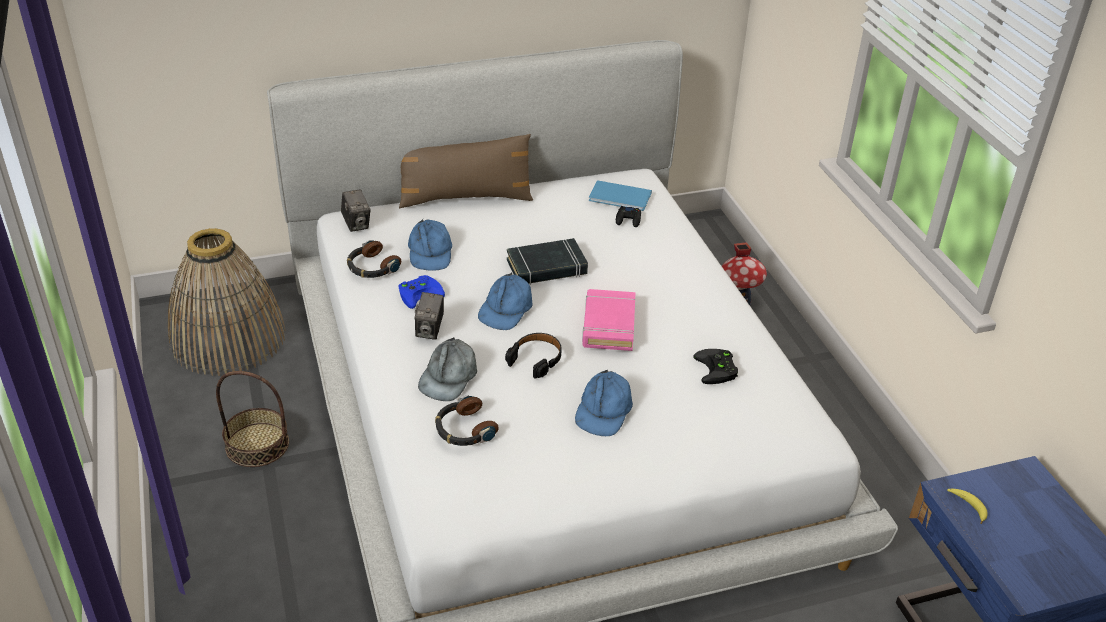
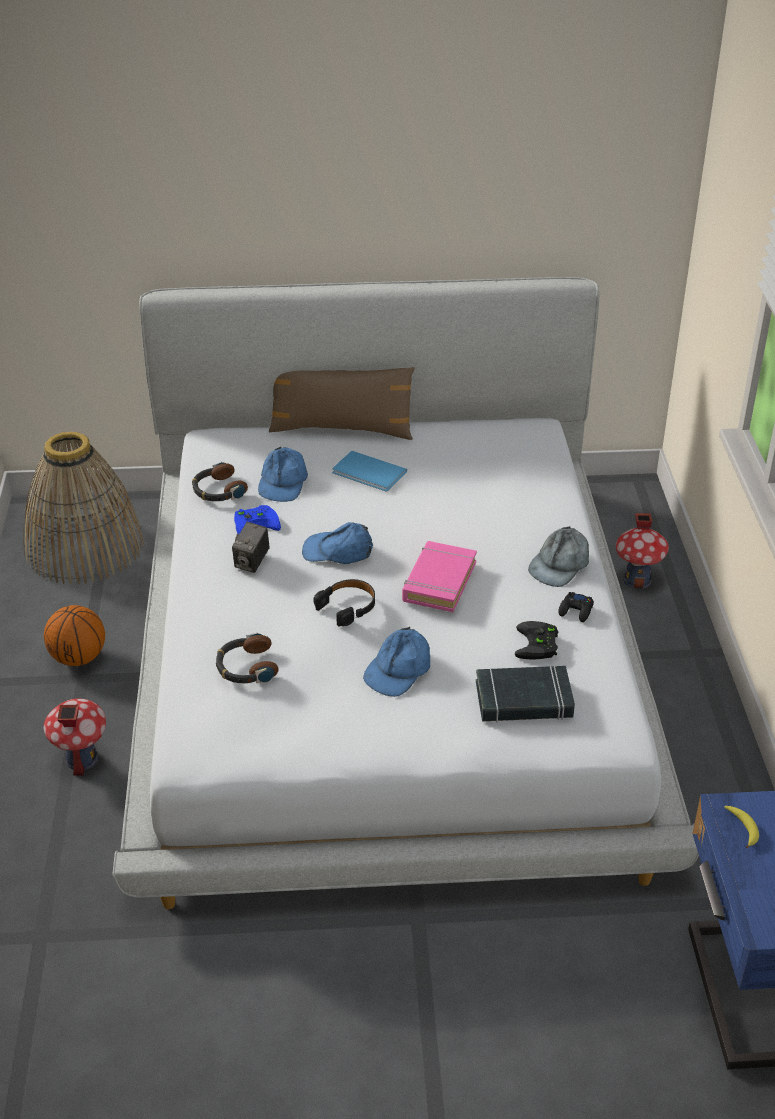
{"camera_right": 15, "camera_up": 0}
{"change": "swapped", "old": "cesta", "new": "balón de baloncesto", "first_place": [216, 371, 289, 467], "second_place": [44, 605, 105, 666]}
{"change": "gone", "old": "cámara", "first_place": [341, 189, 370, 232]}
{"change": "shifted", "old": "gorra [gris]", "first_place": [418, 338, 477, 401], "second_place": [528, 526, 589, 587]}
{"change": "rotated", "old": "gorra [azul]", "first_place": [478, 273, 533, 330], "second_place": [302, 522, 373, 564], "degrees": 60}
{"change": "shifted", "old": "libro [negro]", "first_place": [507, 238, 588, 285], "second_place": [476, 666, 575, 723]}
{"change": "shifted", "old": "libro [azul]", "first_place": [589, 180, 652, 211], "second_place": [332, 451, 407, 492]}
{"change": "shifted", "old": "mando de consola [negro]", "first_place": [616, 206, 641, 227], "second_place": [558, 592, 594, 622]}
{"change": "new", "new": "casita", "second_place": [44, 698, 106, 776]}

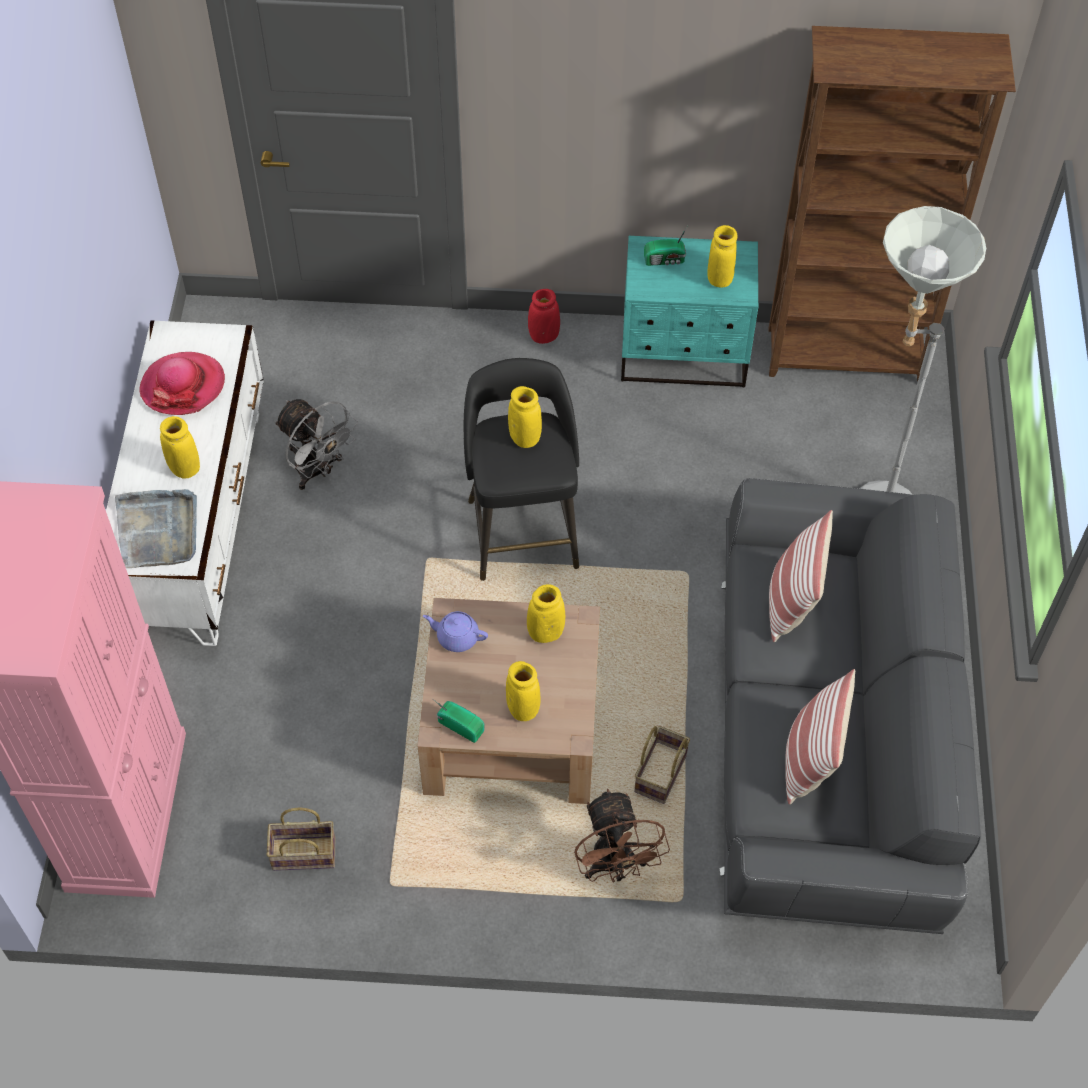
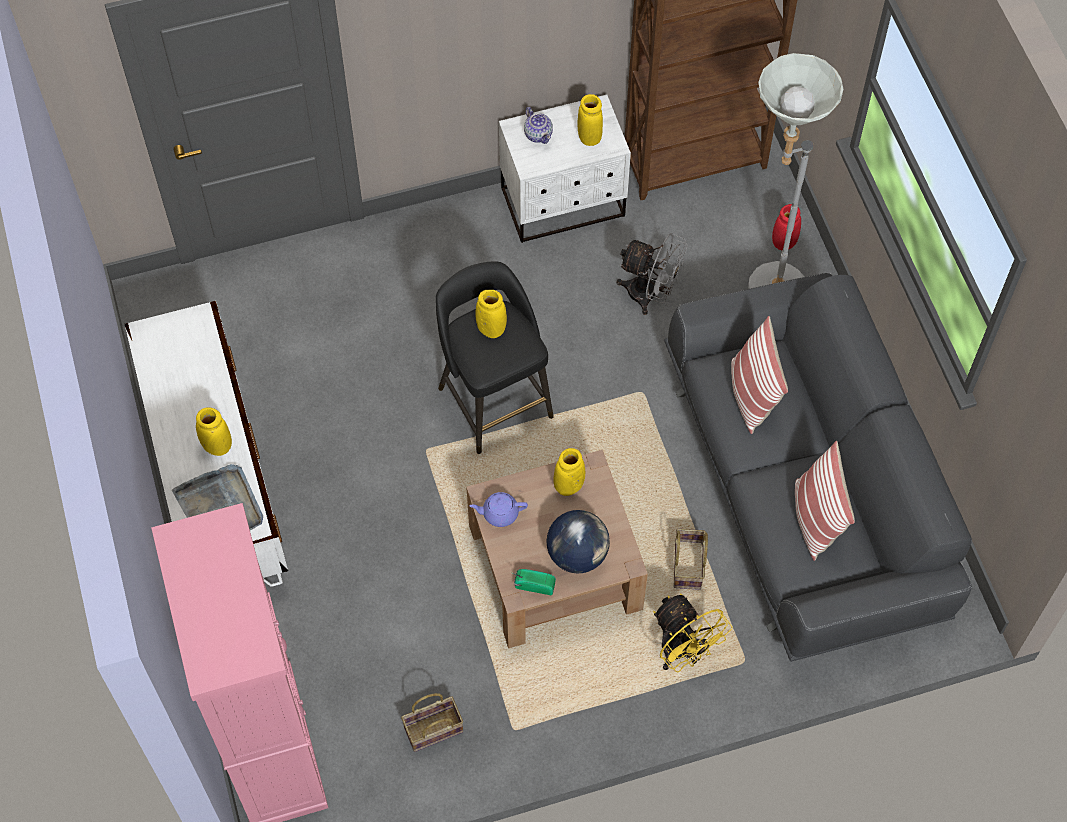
{"camera_right": -20, "camera_up": 5}
{"change": "gone", "old": "sombrero", "first_place": [140, 352, 225, 415]}
{"change": "shifted", "old": "ventilador [gris]", "first_place": [274, 399, 358, 490], "second_place": [617, 233, 688, 315]}
{"change": "swapped", "old": "florero [amarillo]", "new": "globo terráqueo", "first_place": [506, 661, 541, 721], "second_place": [546, 510, 610, 574]}
{"change": "shifted", "old": "florero [rojo]", "first_place": [528, 289, 560, 344], "second_place": [772, 204, 801, 250]}
{"change": "repainted", "old": "ventilador [marrón]", "new": "ventilador [amarillo]", "first_place": [574, 789, 670, 883], "second_place": [653, 594, 732, 672]}
{"change": "repainted", "old": "mesita de noche [turquesa]", "new": "mesita de noche [blanco]", "first_place": [621, 236, 758, 388], "second_place": [499, 95, 631, 243]}
{"change": "swapped", "old": "radio", "new": "tetera", "first_place": [644, 226, 688, 266], "second_place": [524, 107, 553, 144]}

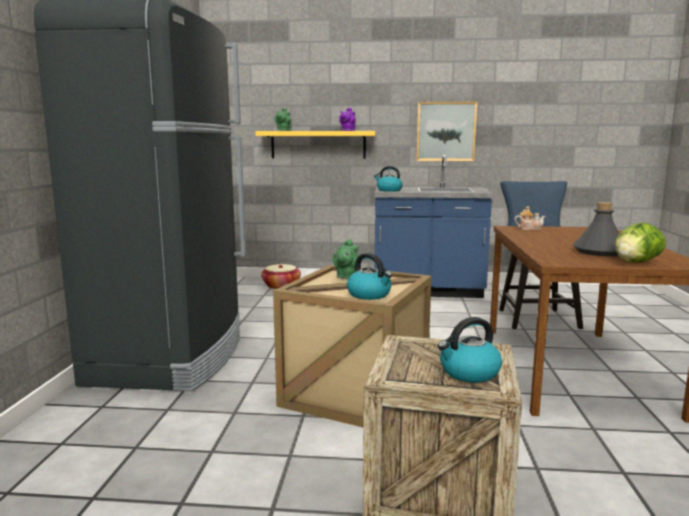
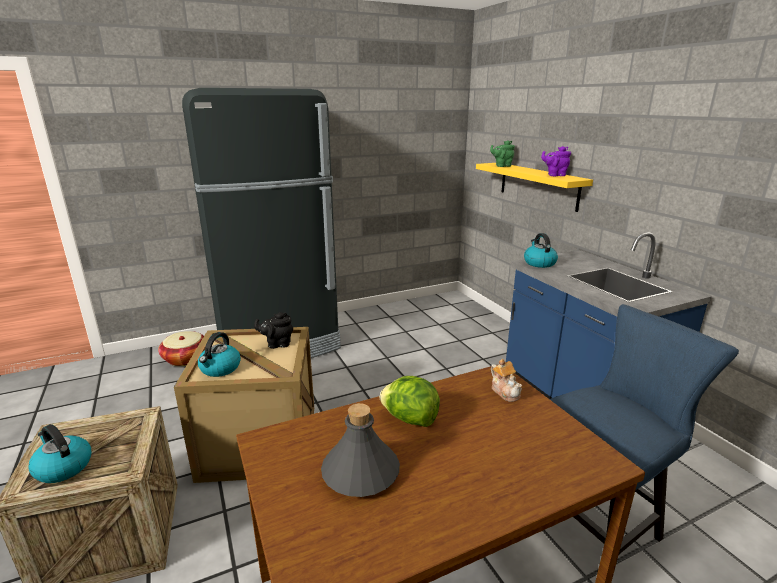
{"camera_right": 60, "camera_up": 10}
{"change": "shifted", "old": "cesta", "first_place": [261, 264, 301, 289], "second_place": [158, 331, 204, 366]}
{"change": "repainted", "old": "tetera [verde]", "new": "tetera [negro]", "first_place": [333, 239, 358, 280], "second_place": [254, 312, 293, 349]}
{"change": "gone", "old": "cuadro", "first_place": [416, 102, 477, 161]}
{"change": "shifted", "old": "lechuga", "first_place": [615, 223, 666, 263], "second_place": [380, 376, 440, 427]}

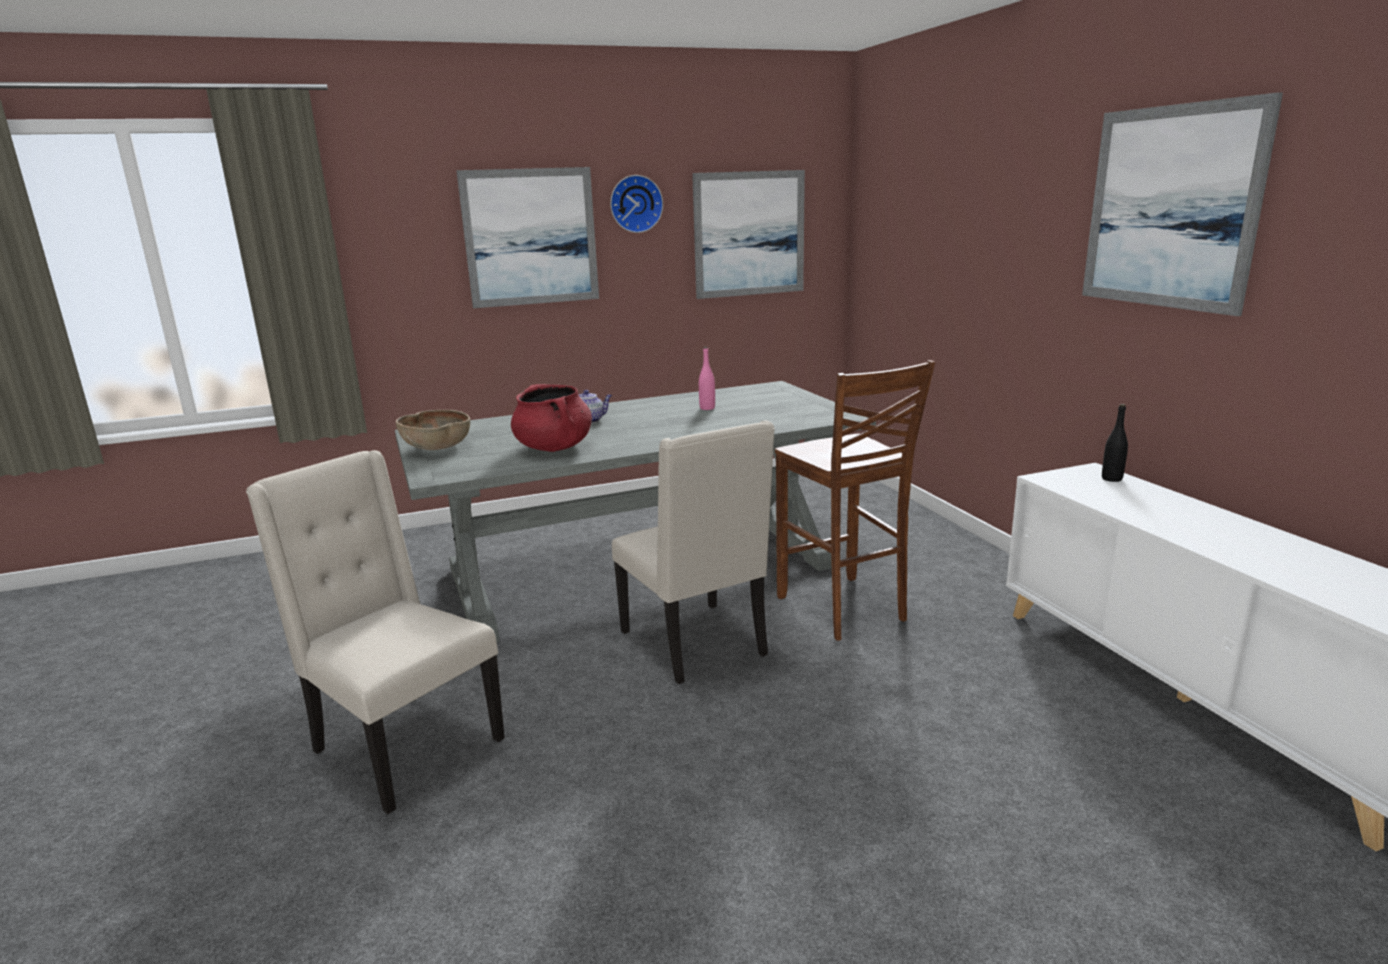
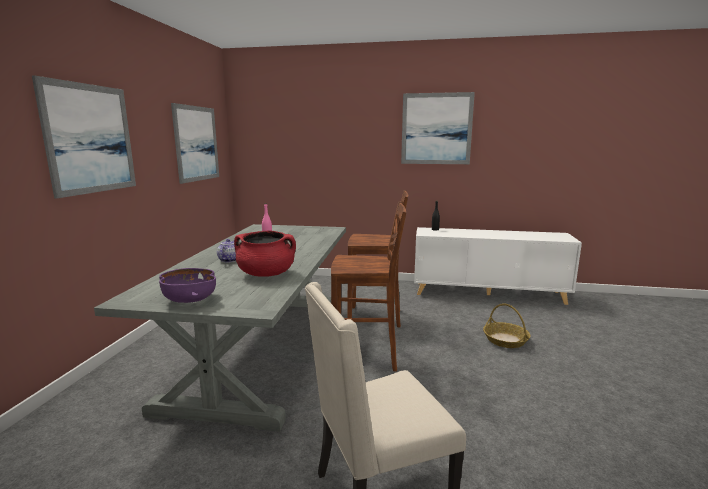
{"camera_right": -60, "camera_up": -5}
{"change": "repainted", "old": "cuenco [marrón]", "new": "cuenco [morado]", "first_place": [396, 410, 470, 450], "second_place": [159, 268, 216, 303]}
{"change": "gone", "old": "reloj de pared", "first_place": [610, 175, 663, 233]}
{"change": "swapped", "old": "silla [beis]", "new": "taburete [marrón]", "first_place": [612, 420, 775, 684], "second_place": [331, 201, 407, 372]}
{"change": "new", "new": "cesta", "second_place": [483, 304, 531, 348]}

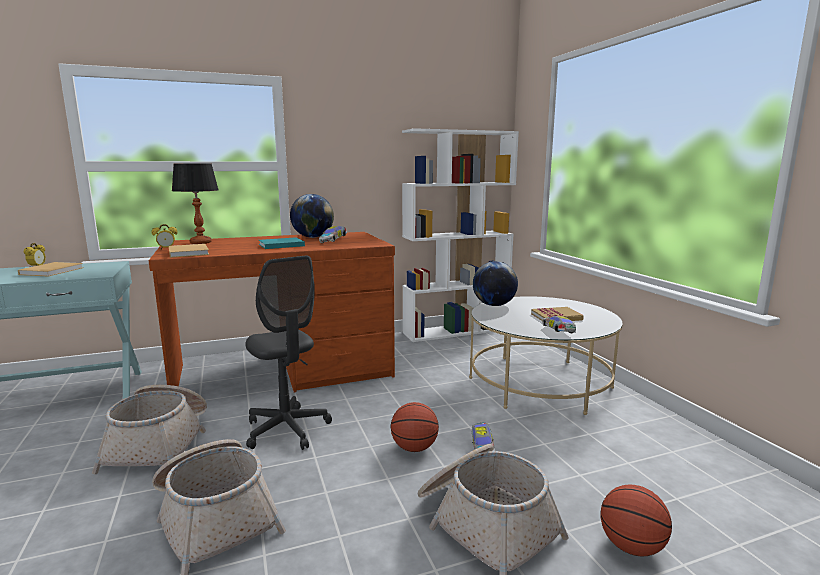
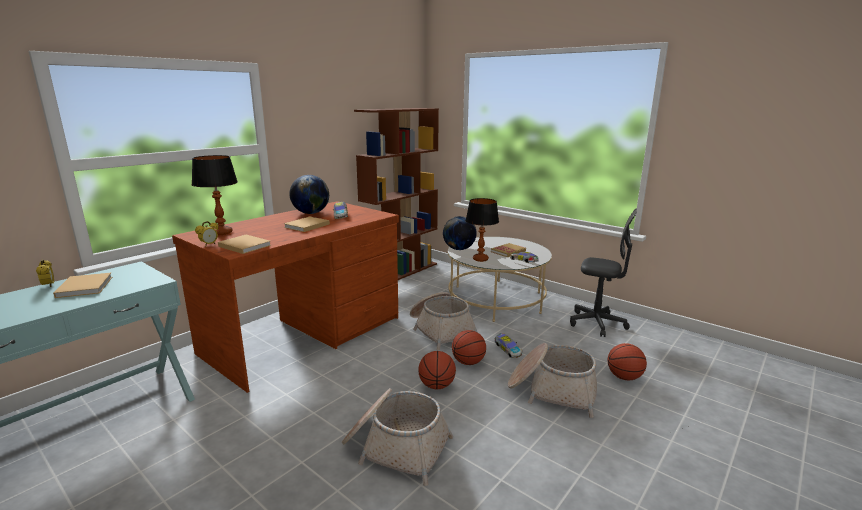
{"camera_right": -30, "camera_up": 5}
{"change": "shifted", "old": "cesta", "first_place": [92, 385, 207, 474], "second_place": [410, 292, 478, 350]}
{"change": "shifted", "old": "silla de oficina [gris]", "first_place": [245, 256, 332, 450], "second_place": [570, 209, 637, 337]}
{"change": "repainted", "old": "libro [turquesa]", "new": "libro [beis]", "first_place": [259, 237, 305, 249], "second_place": [284, 216, 330, 232]}
{"change": "repainted", "old": "estantería [blanco]", "new": "estantería [marrón]", "first_place": [402, 128, 519, 342], "second_place": [354, 108, 439, 280]}
{"change": "new", "new": "balón de baloncesto", "second_place": [418, 351, 456, 389]}
{"change": "new", "new": "lámpara de mesa", "second_place": [466, 198, 499, 262]}

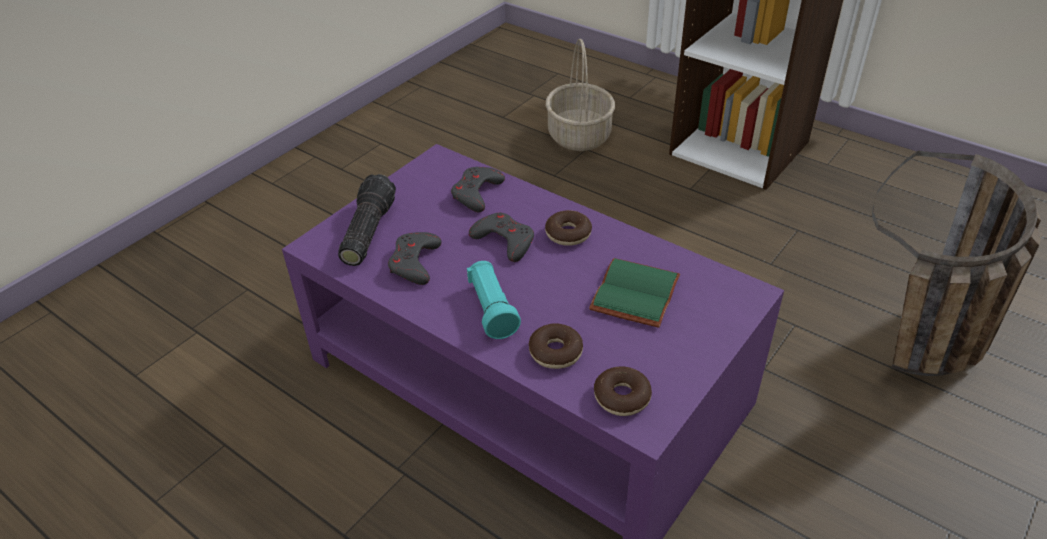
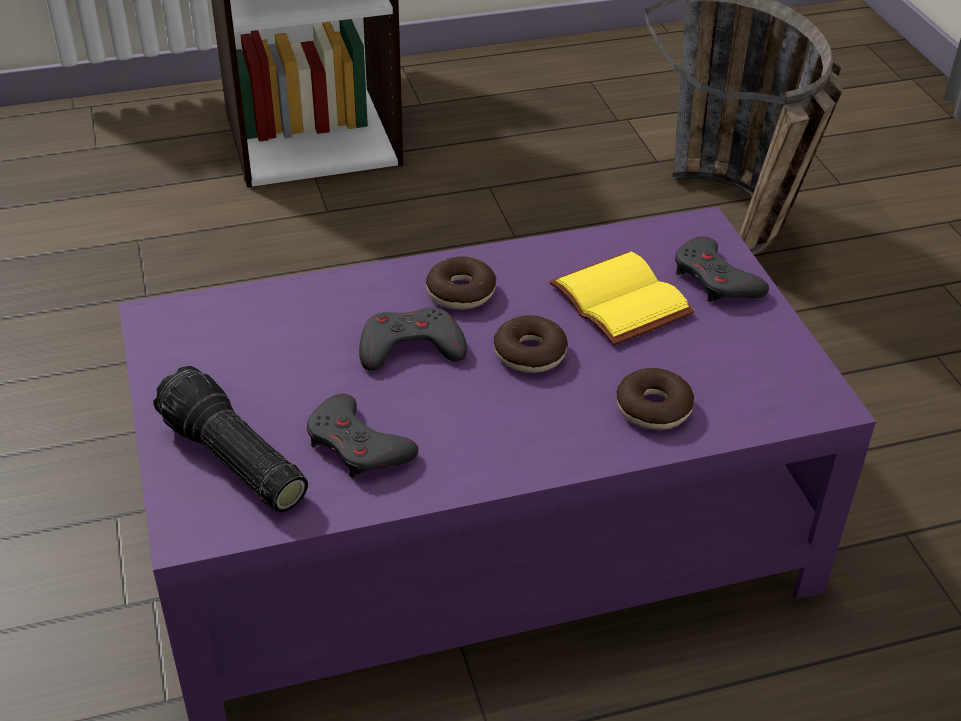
{"camera_right": -55, "camera_up": 0}
{"change": "shifted", "old": "mando de consola [gris]", "first_place": [451, 167, 505, 212], "second_place": [675, 236, 769, 302]}
{"change": "gone", "old": "linterna [turquesa]", "first_place": [467, 261, 521, 339]}
{"change": "gone", "old": "cesta", "first_place": [546, 39, 615, 151]}
{"change": "repainted", "old": "libro [verde]", "new": "libro [amarillo]", "first_place": [589, 258, 680, 328], "second_place": [549, 251, 694, 345]}
{"change": "shifted", "old": "rosquilla", "first_place": [594, 366, 652, 416], "second_place": [494, 315, 568, 373]}

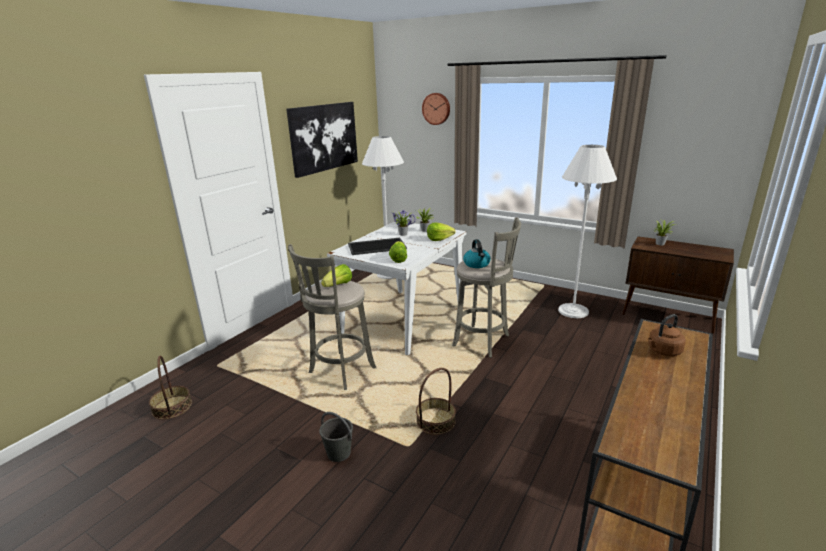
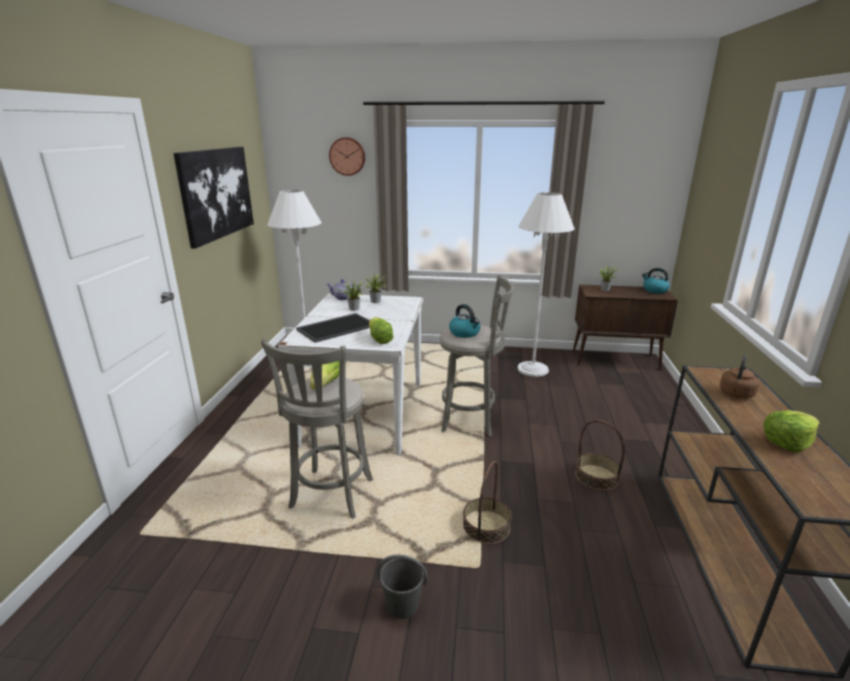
{"camera_right": -25, "camera_up": 0}
{"change": "shifted", "old": "cesta", "first_place": [149, 356, 192, 420], "second_place": [575, 420, 625, 491]}
{"change": "shifted", "old": "lechuga", "first_place": [427, 223, 456, 241], "second_place": [764, 410, 819, 453]}
{"change": "new", "new": "hervidor", "second_place": [642, 268, 670, 293]}

